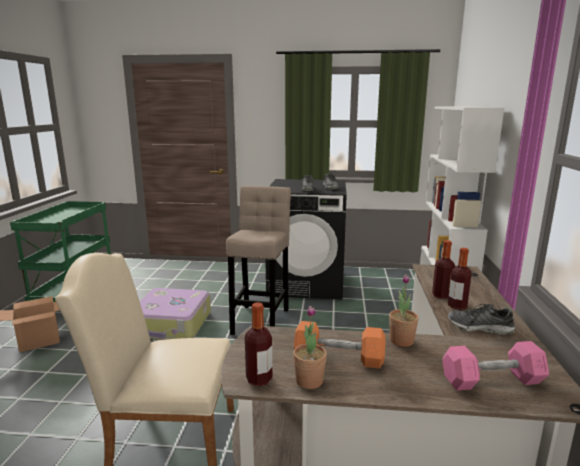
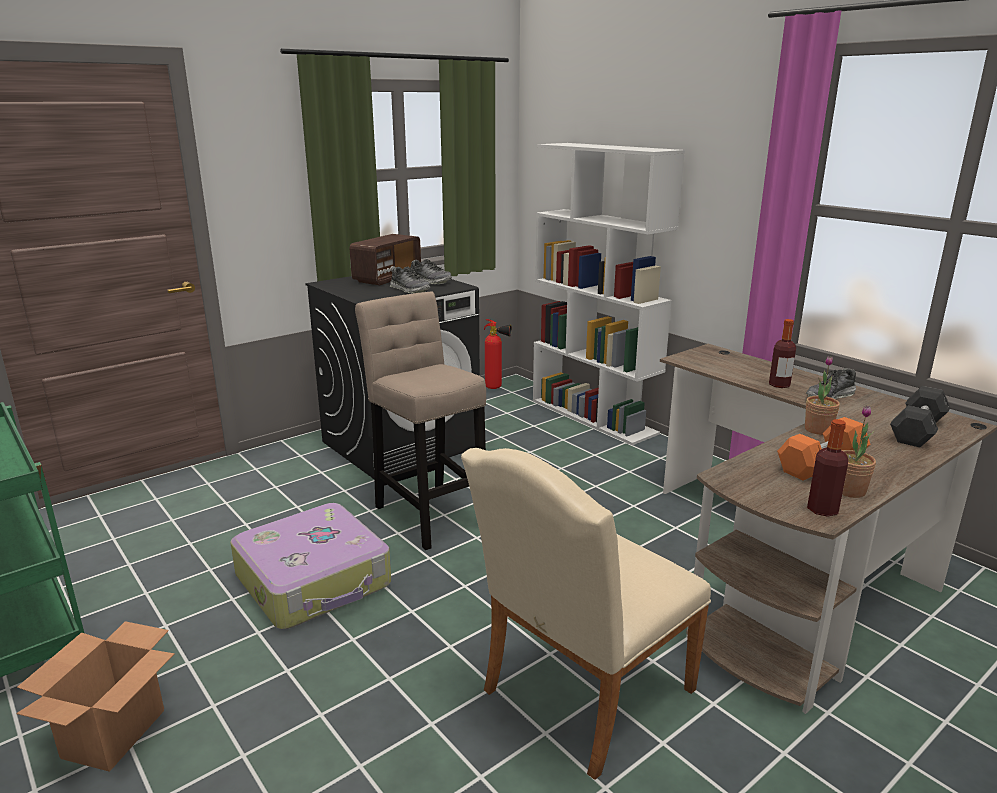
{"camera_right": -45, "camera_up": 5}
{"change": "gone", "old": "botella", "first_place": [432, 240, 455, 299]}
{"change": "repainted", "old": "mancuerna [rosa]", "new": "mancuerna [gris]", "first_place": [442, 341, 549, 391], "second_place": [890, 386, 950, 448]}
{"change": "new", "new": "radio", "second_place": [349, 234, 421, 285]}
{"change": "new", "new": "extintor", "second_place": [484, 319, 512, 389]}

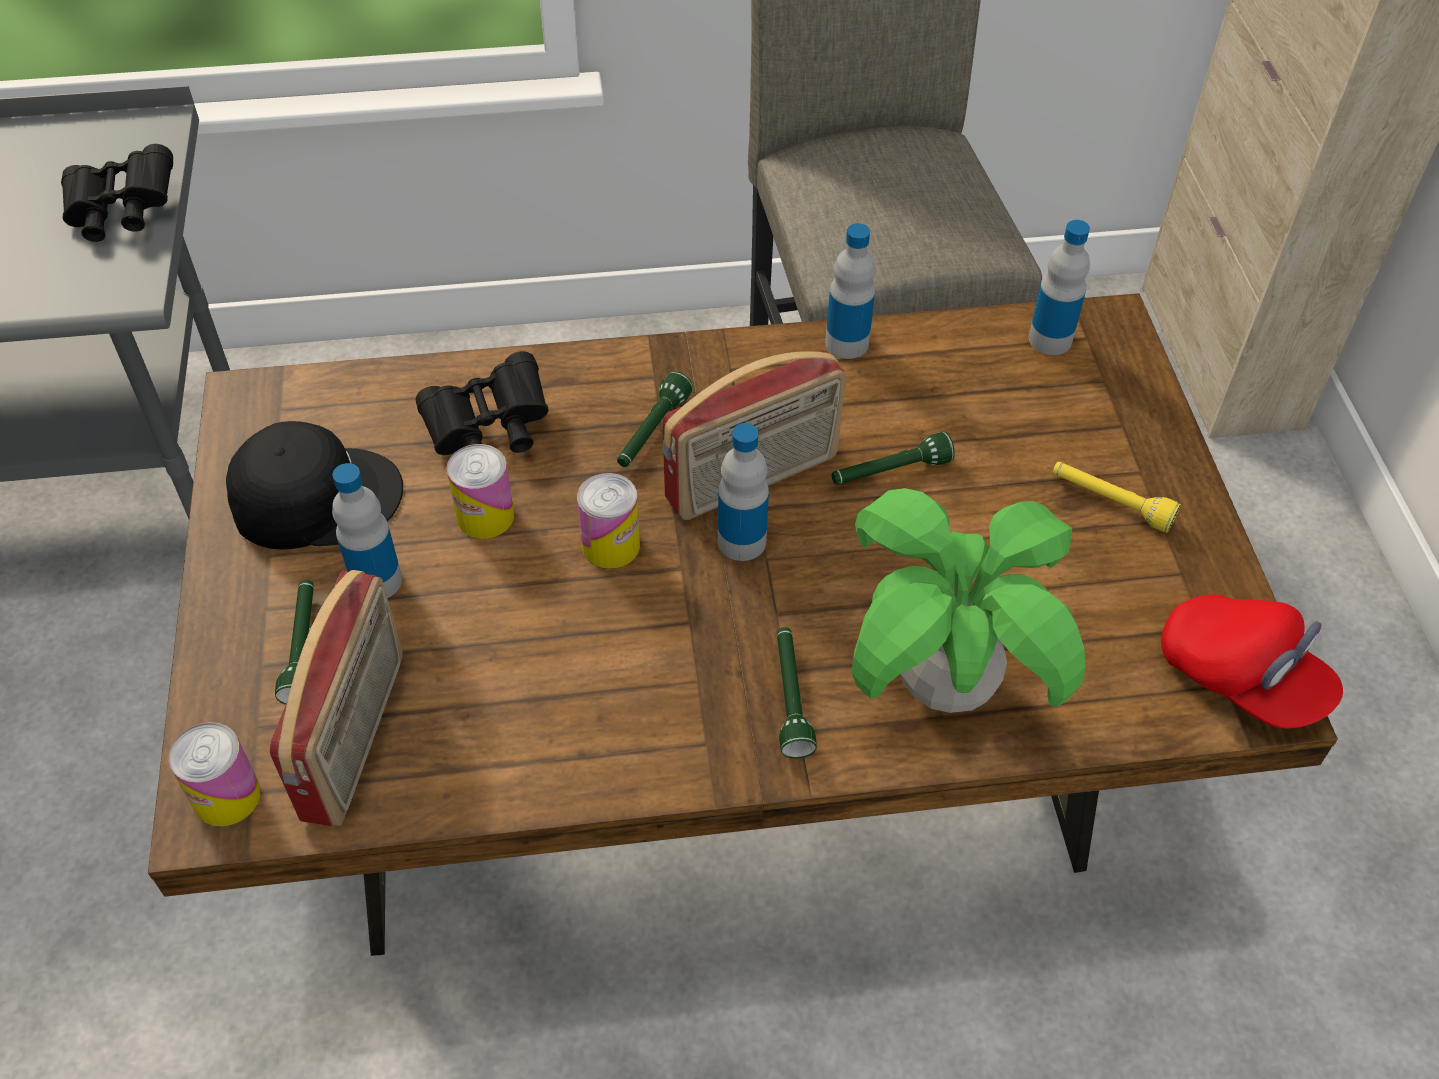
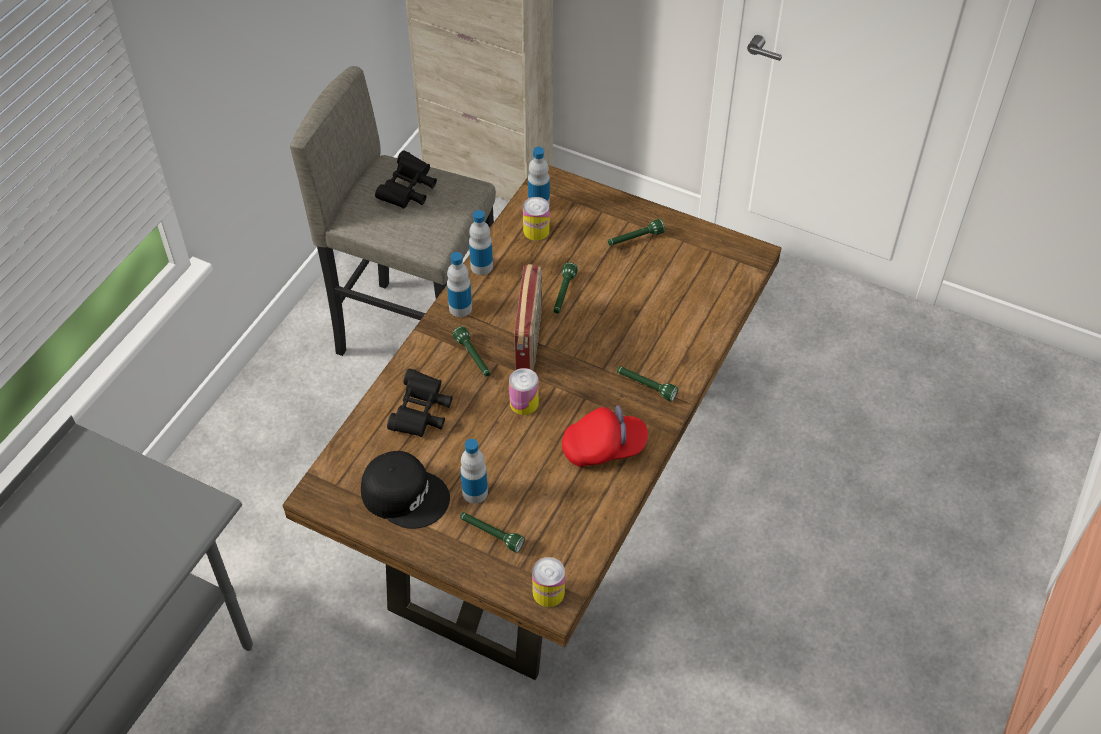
{"camera_right": -55, "camera_up": 0}
{"change": "shifted", "old": "prismáticos [negro]", "first_place": [61, 144, 173, 242], "second_place": [375, 151, 437, 209]}
{"change": "rotated", "old": "gorra [negro]", "first_place": [226, 421, 403, 550], "second_place": [361, 451, 450, 529], "degrees": 90}
{"change": "gone", "old": "radio", "first_place": [270, 570, 403, 826]}
{"change": "shifted", "old": "lata", "first_place": [447, 444, 514, 539], "second_place": [523, 197, 549, 241]}
{"change": "shifted", "old": "botella", "first_place": [718, 423, 769, 561], "second_place": [447, 252, 472, 317]}
{"change": "gone", "old": "planta en maceta", "first_place": [852, 488, 1086, 713]}
{"change": "repainted", "old": "linterna [amarillo]", "new": "linterna [verde]", "first_place": [1053, 462, 1181, 533], "second_place": [608, 219, 665, 246]}
{"change": "shifted", "old": "gorra [rojo]", "first_place": [1161, 594, 1343, 729], "second_place": [562, 405, 648, 467]}

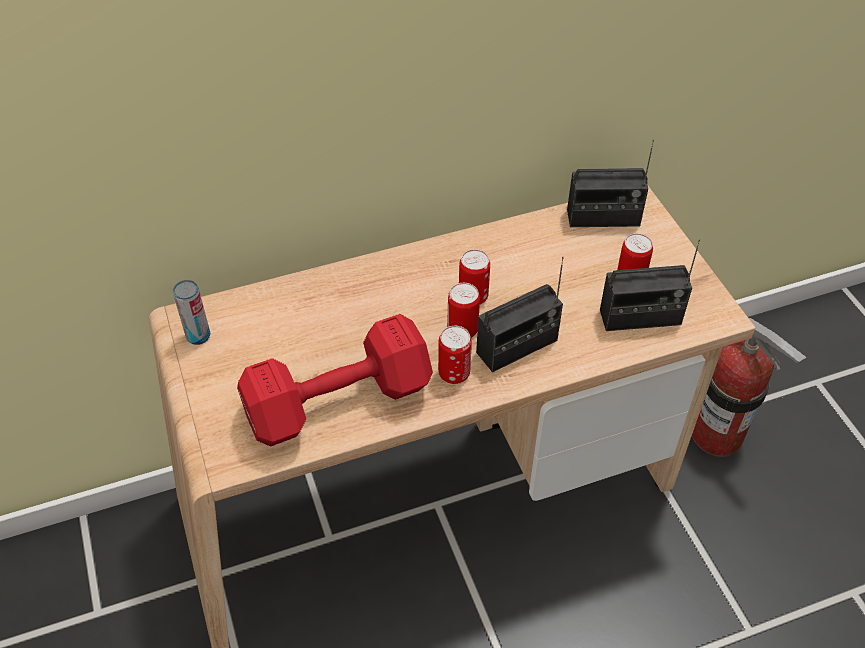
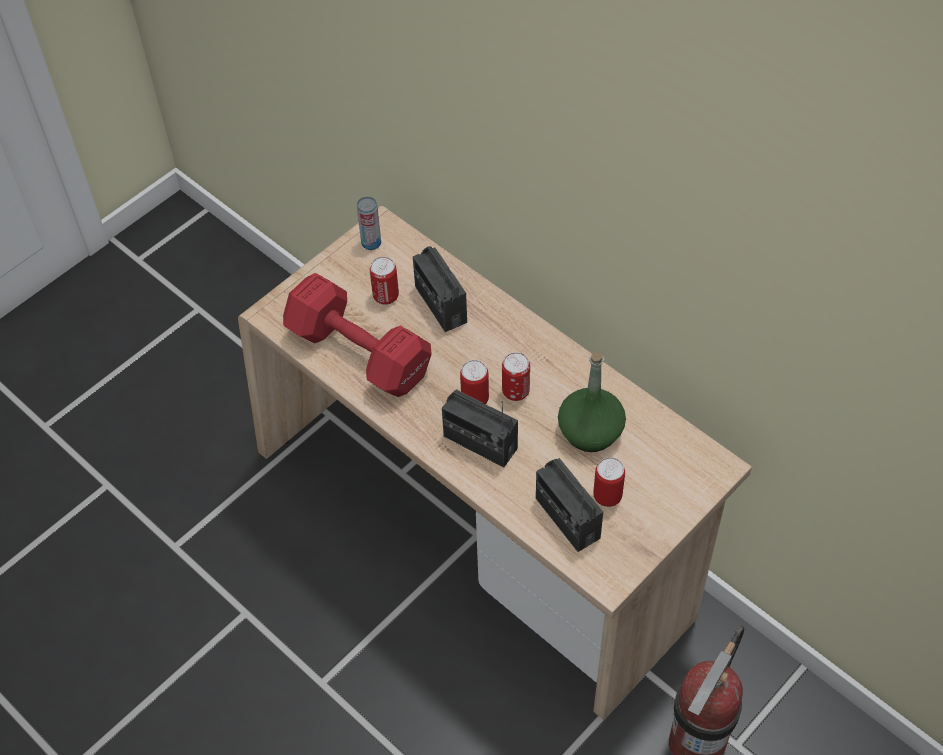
{"camera_right": 65, "camera_up": 5}
{"change": "shifted", "old": "lata", "first_place": [438, 326, 472, 384], "second_place": [370, 257, 399, 305]}
{"change": "shifted", "old": "radio", "first_place": [567, 140, 654, 227], "second_place": [413, 246, 467, 332]}
{"change": "new", "new": "botella [verde]", "second_place": [558, 352, 626, 452]}

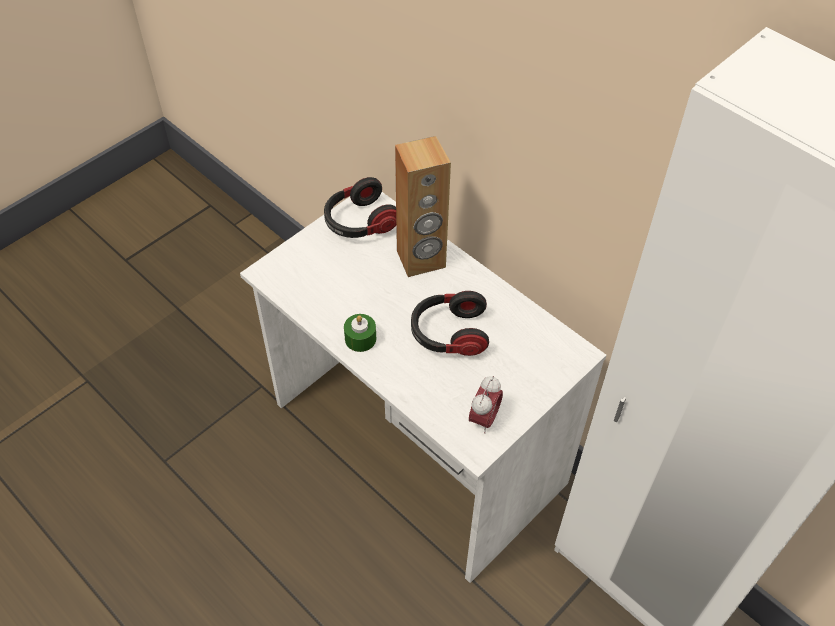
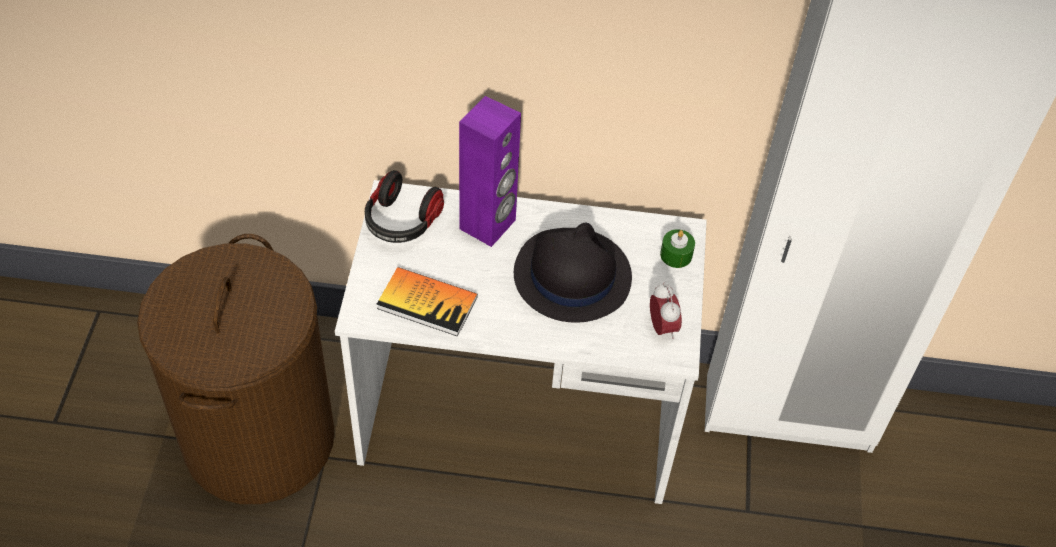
{"camera_right": -40, "camera_up": 0}
{"change": "shifted", "old": "vela [verde]", "first_place": [344, 314, 376, 352], "second_place": [660, 229, 695, 268]}
{"change": "repainted", "old": "altavoz [marrón]", "new": "altavoz [morado]", "first_place": [395, 136, 451, 277], "second_place": [459, 96, 521, 247]}
{"change": "swapped", "old": "auriculares", "new": "sombrero [negro]", "first_place": [411, 291, 489, 356], "second_place": [514, 222, 632, 323]}
{"change": "new", "new": "cesto de la ropa [marrón]", "second_place": [137, 234, 334, 504]}
{"change": "new", "new": "libro", "second_place": [377, 267, 478, 337]}

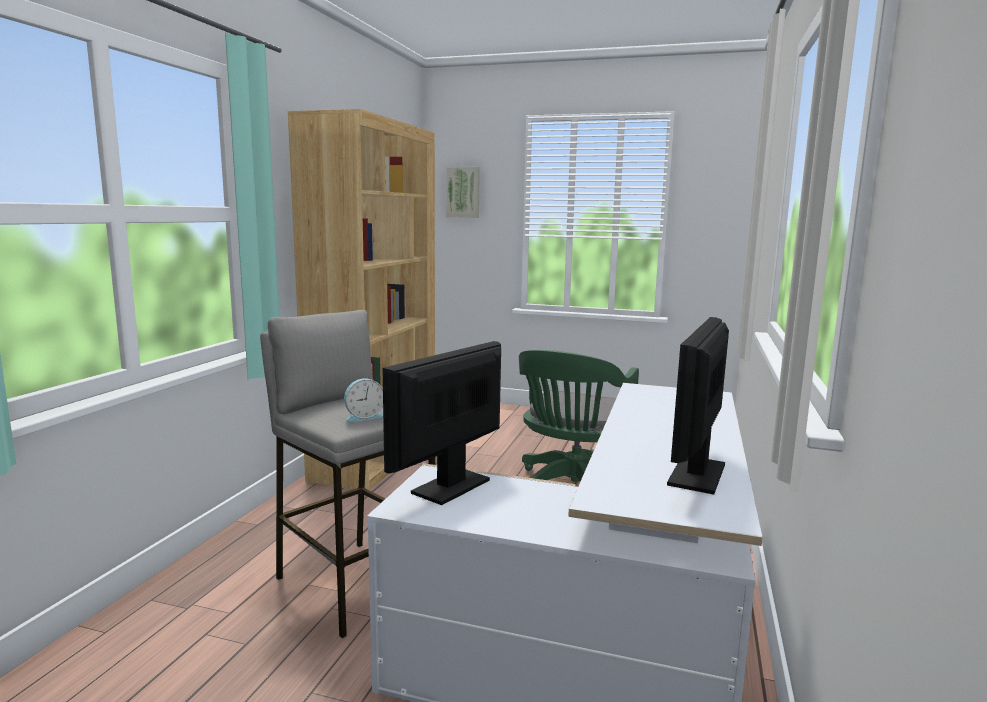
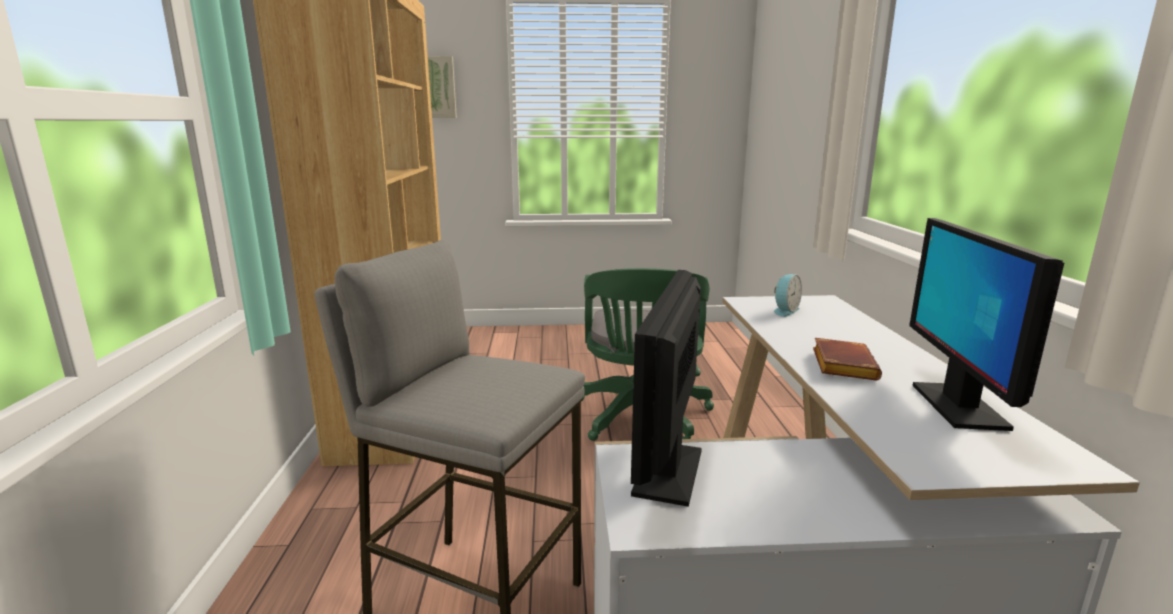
{"camera_right": -20, "camera_up": 5}
{"change": "shifted", "old": "despertador", "first_place": [344, 378, 383, 422], "second_place": [774, 274, 802, 317]}
{"change": "new", "new": "libro [marrón]", "second_place": [813, 338, 882, 381]}

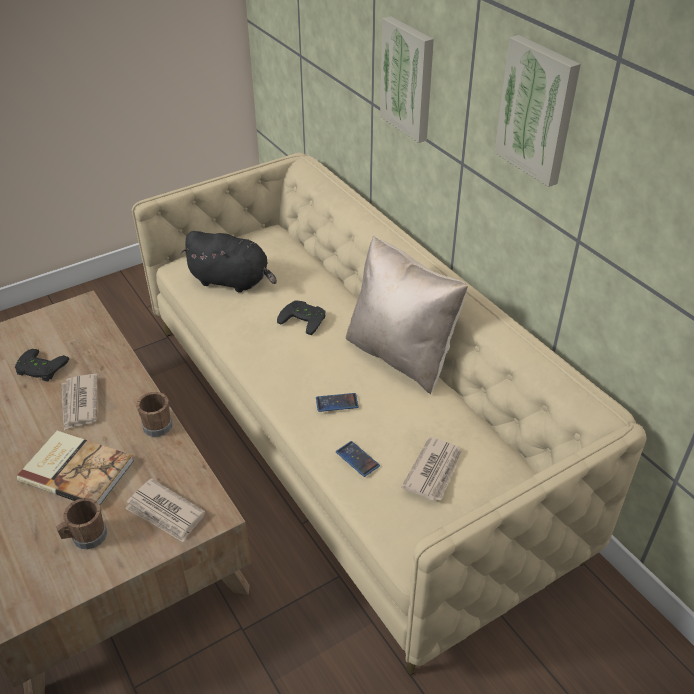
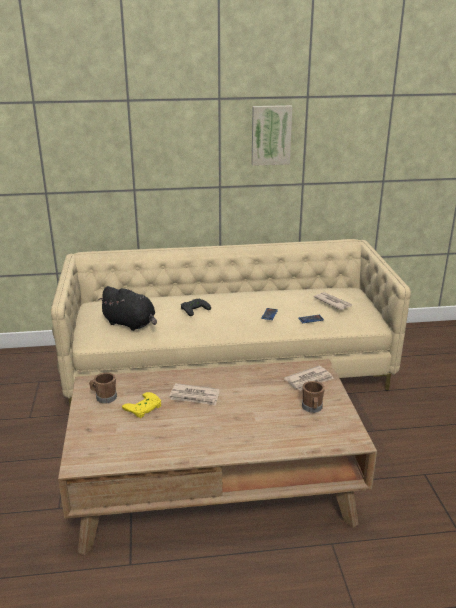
{"camera_right": -65, "camera_up": -15}
{"change": "repainted", "old": "mando de consola [negro]", "new": "mando de consola [amarillo]", "first_place": [15, 349, 69, 382], "second_place": [122, 392, 161, 418]}
{"change": "gone", "old": "libro", "first_place": [17, 431, 134, 505]}
{"change": "shifted", "old": "taza grande [marrón]", "first_place": [136, 392, 173, 437], "second_place": [89, 373, 117, 403]}
{"change": "rotated", "old": "peluche [negro]", "first_place": [181, 231, 277, 293], "second_place": [98, 286, 157, 331], "degrees": 75}
{"change": "gone", "old": "cojín [beis]", "first_place": [346, 236, 468, 394]}
{"change": "gone", "old": "cuadro", "first_place": [380, 16, 434, 143]}

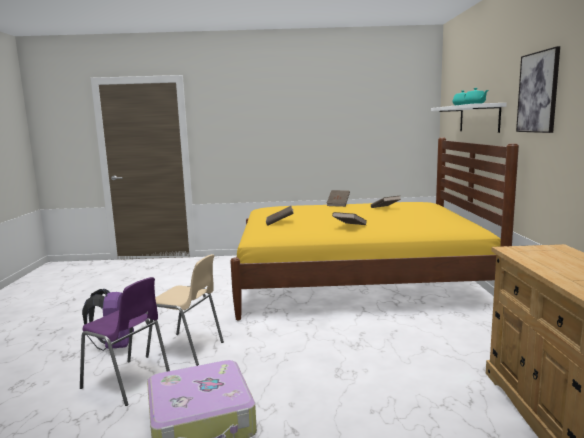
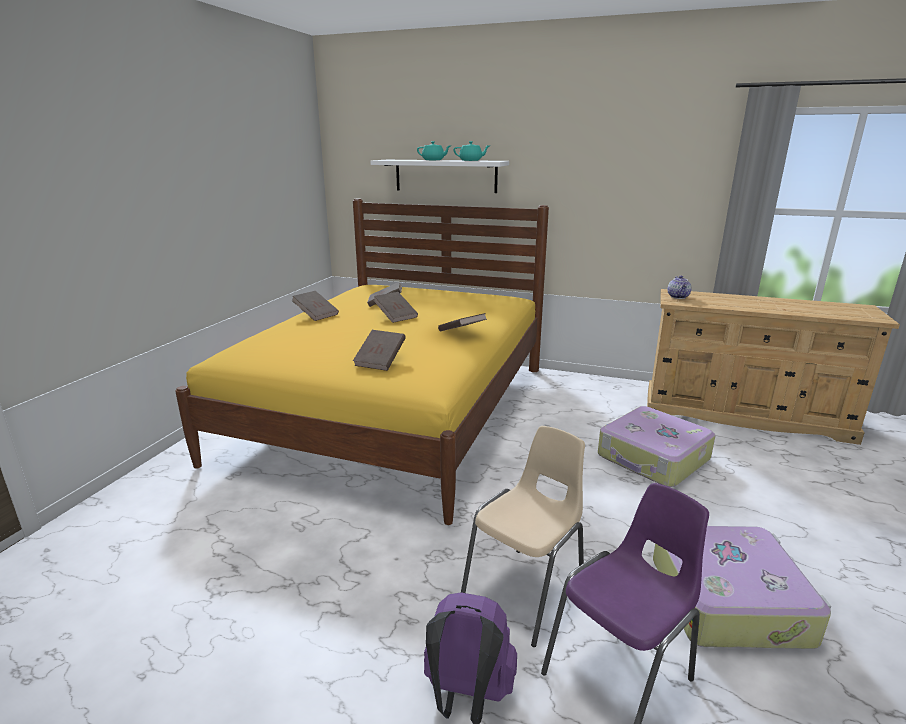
{"camera_right": -70, "camera_up": 10}
{"change": "gone", "old": "cuadro", "first_place": [516, 46, 560, 133]}
{"change": "new", "new": "libro [marrón]", "second_place": [373, 292, 418, 323]}
{"change": "new", "new": "maleta", "second_place": [598, 406, 716, 487]}
{"change": "new", "new": "tetera", "second_place": [667, 276, 691, 299]}

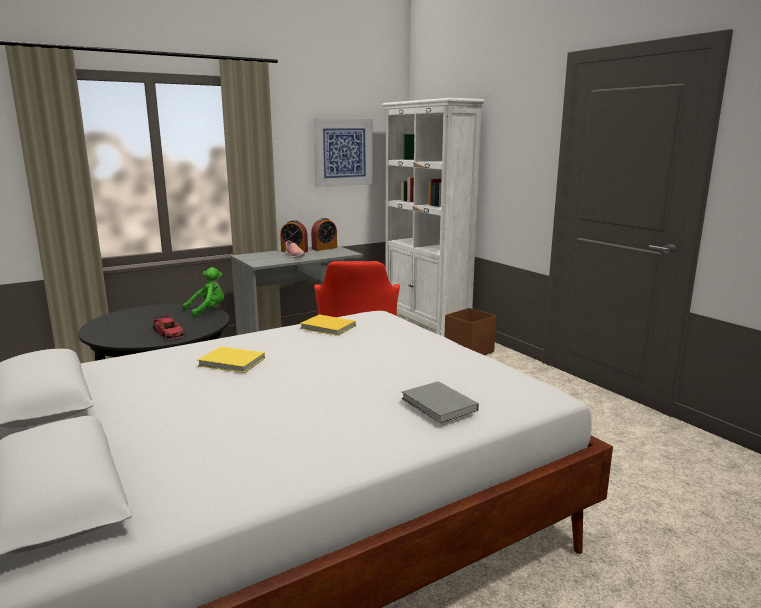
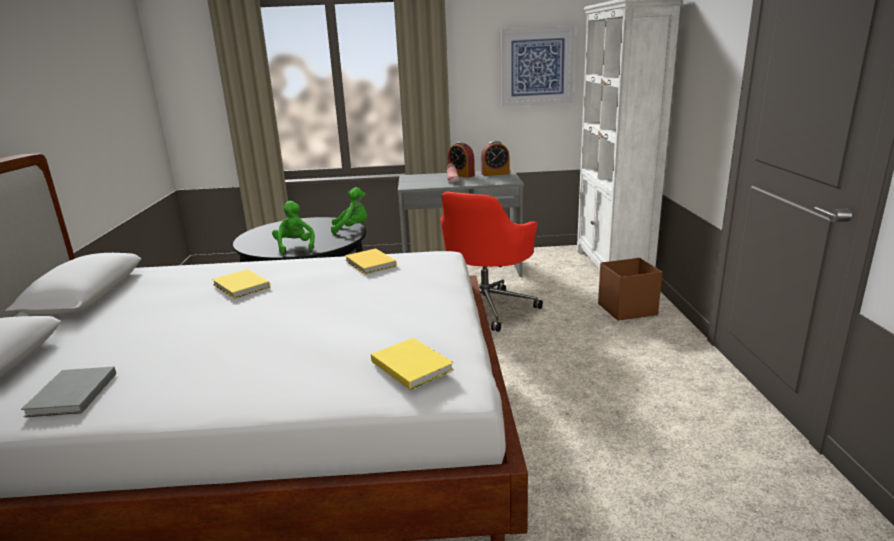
{"camera_right": 30, "camera_up": 5}
{"change": "swapped", "old": "coche de juguete [rojo]", "new": "peluche [verde]", "first_place": [153, 314, 185, 340], "second_place": [272, 201, 315, 254]}
{"change": "shifted", "old": "libro [gris]", "first_place": [401, 381, 479, 423], "second_place": [21, 366, 116, 417]}
{"change": "new", "new": "libro [amarillo]", "second_place": [371, 338, 454, 390]}

